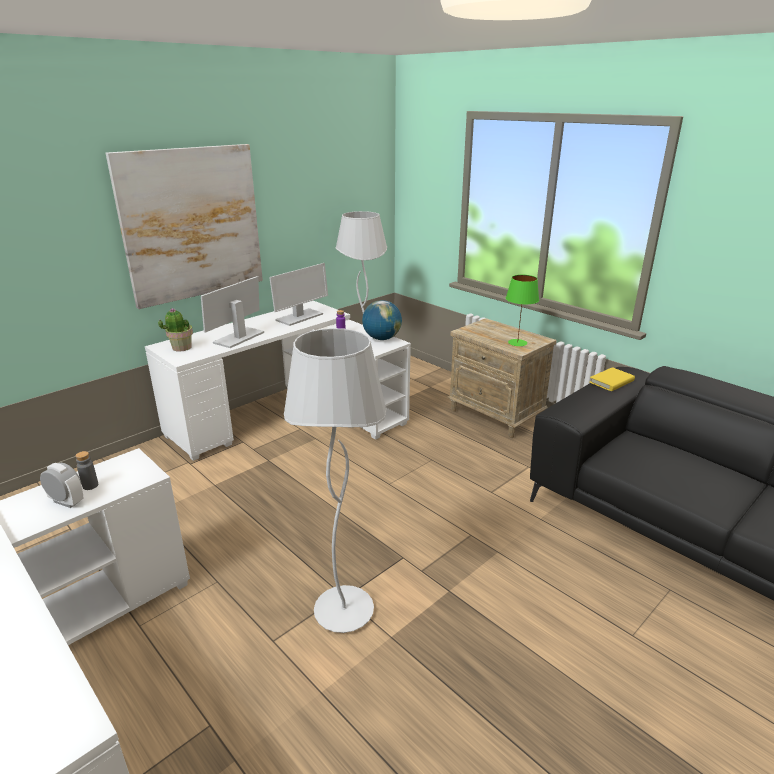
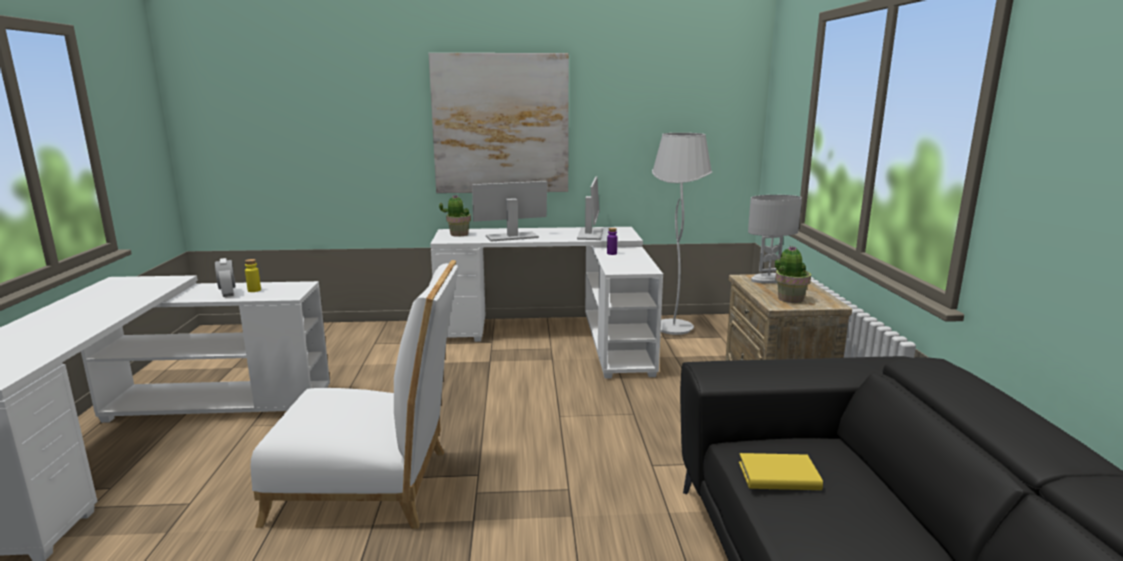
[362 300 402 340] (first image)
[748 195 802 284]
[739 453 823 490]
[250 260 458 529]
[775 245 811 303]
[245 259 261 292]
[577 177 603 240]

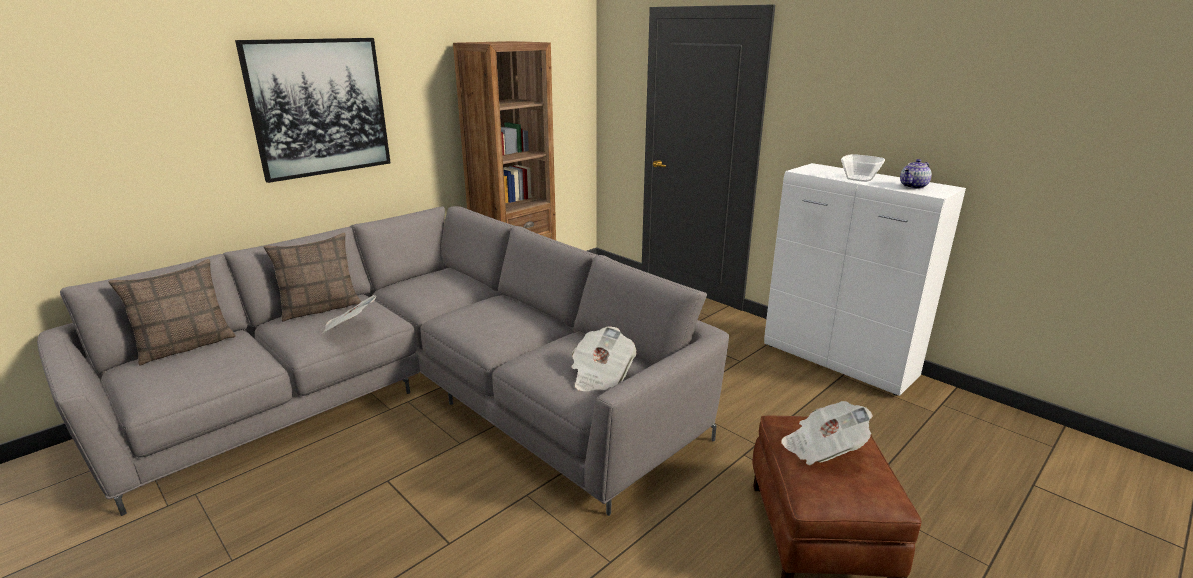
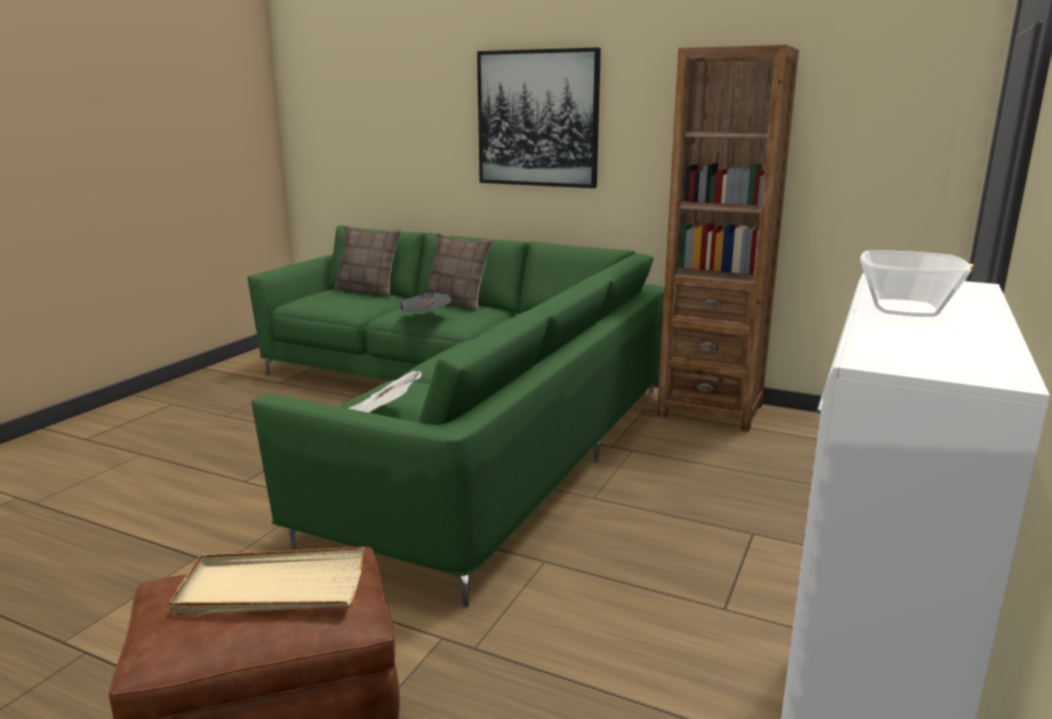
[900 159 932 189] (first image)
[169 547 364 615]
[247 226 664 608]

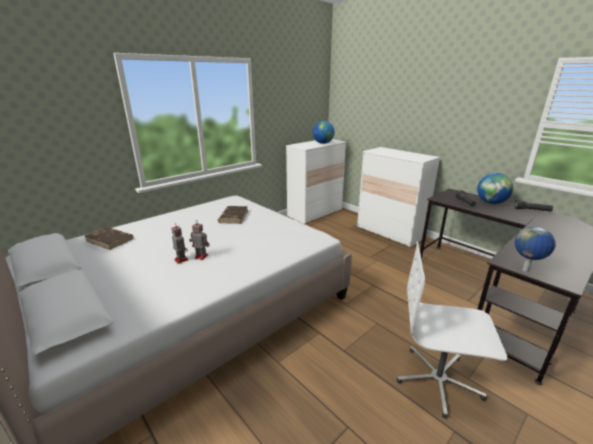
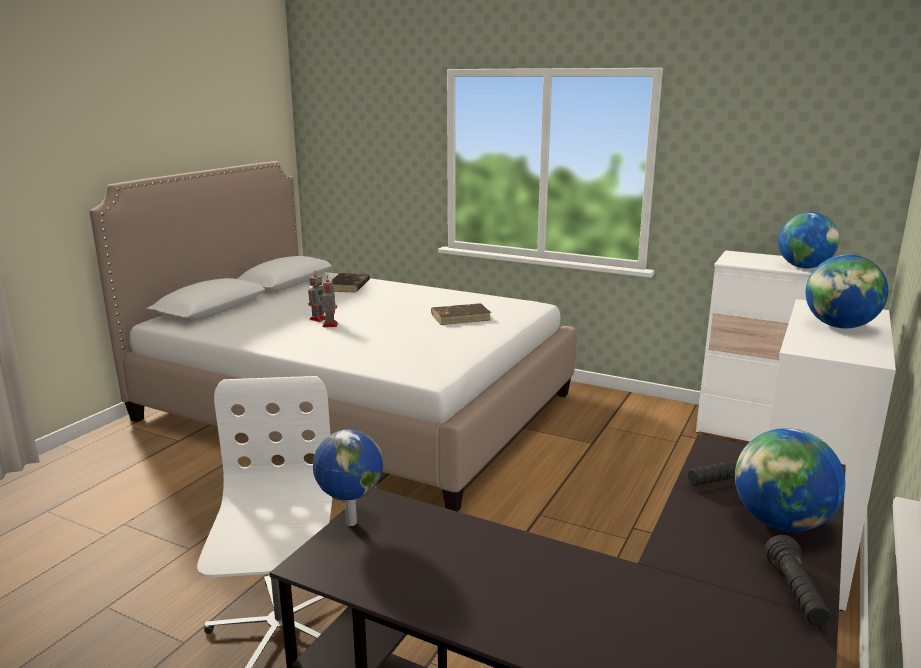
[806 255 888 328]

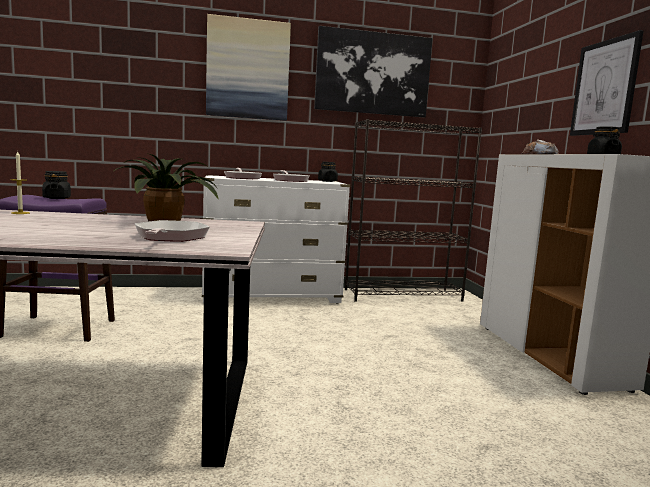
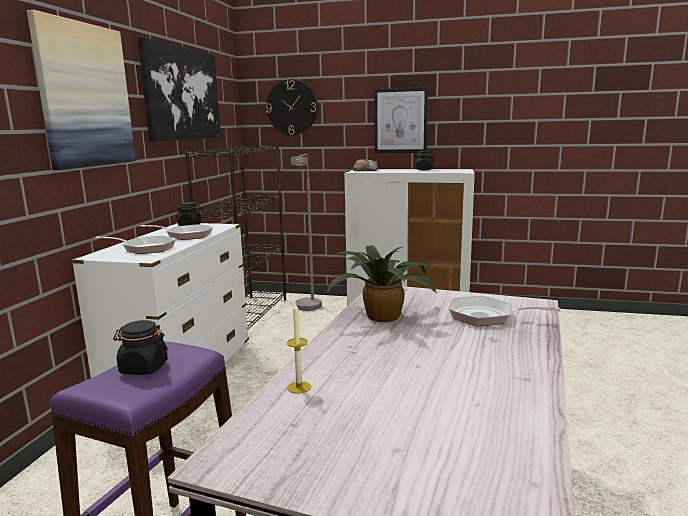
[266 79 318 135]
[291 154 322 311]

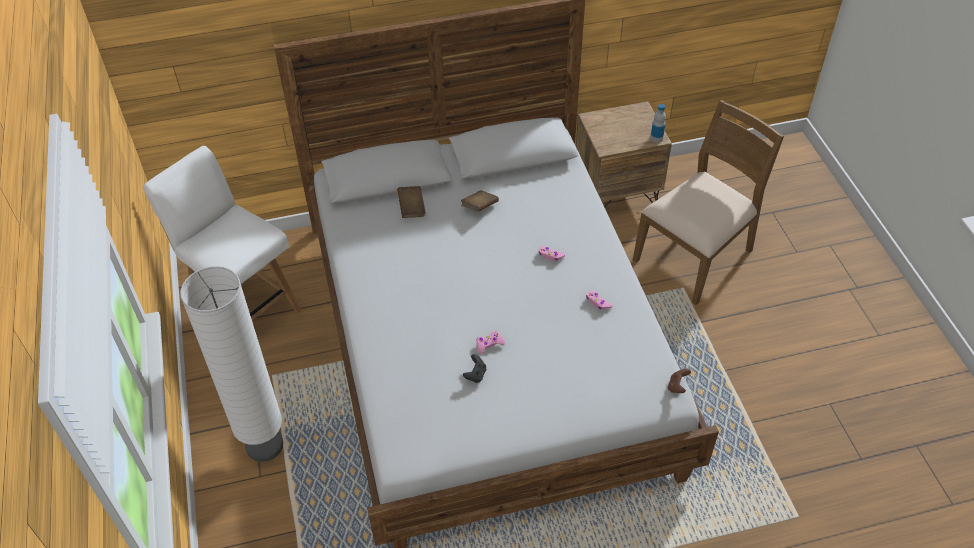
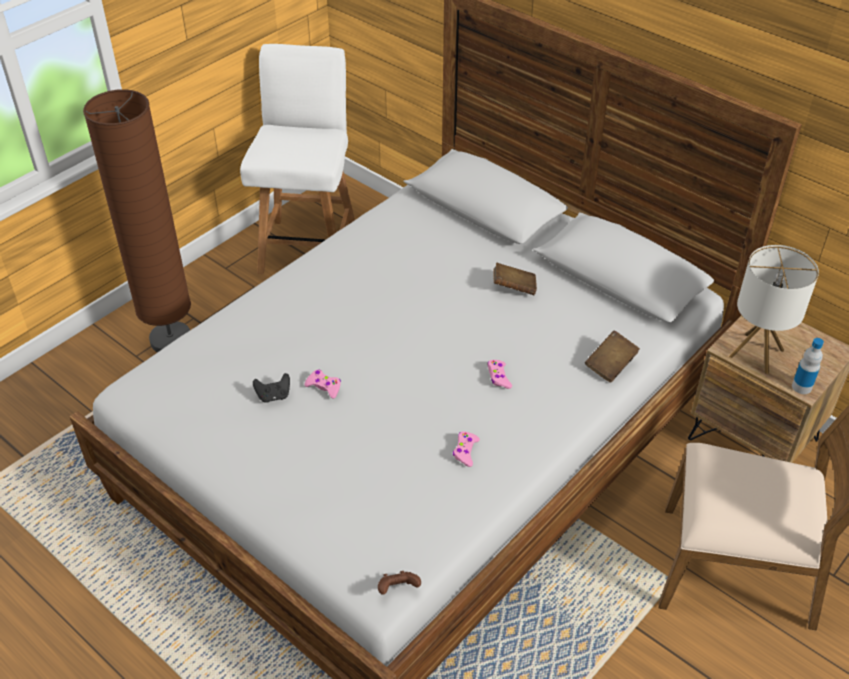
[729 245 819 374]
[585 331 640 383]
[83 89 191 353]

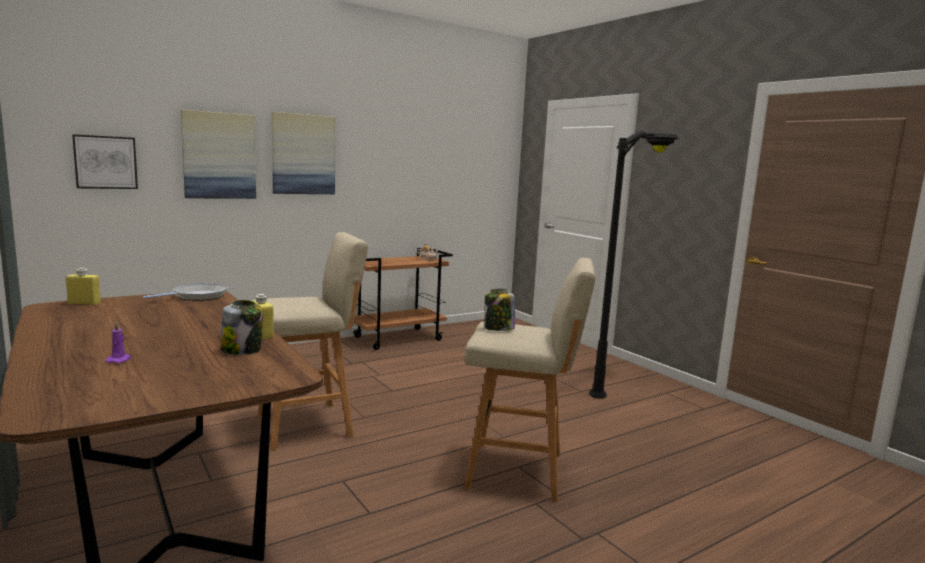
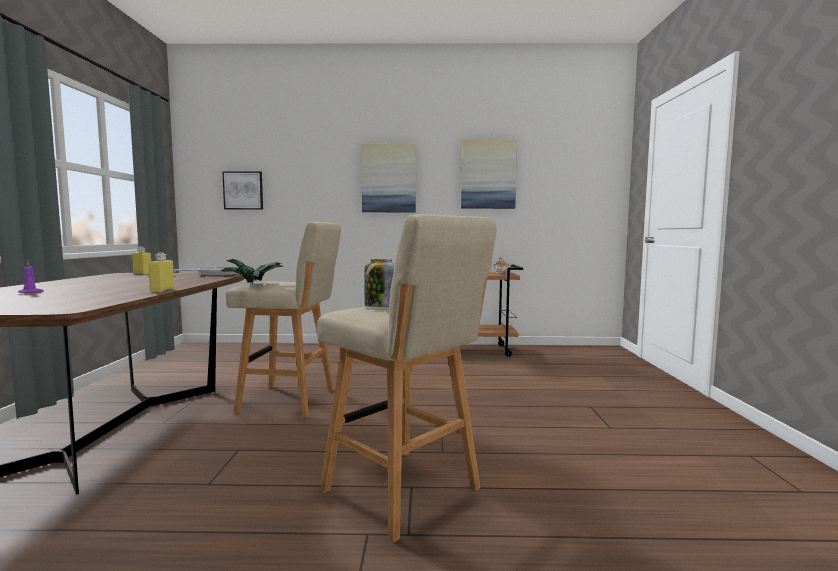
[221 300 263 355] (first image)
[589 131 679 398] (first image)
[221 259 284 283]
[461 139 517 209]

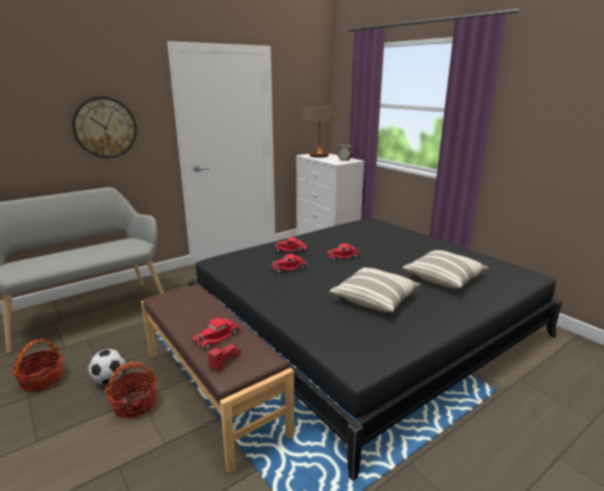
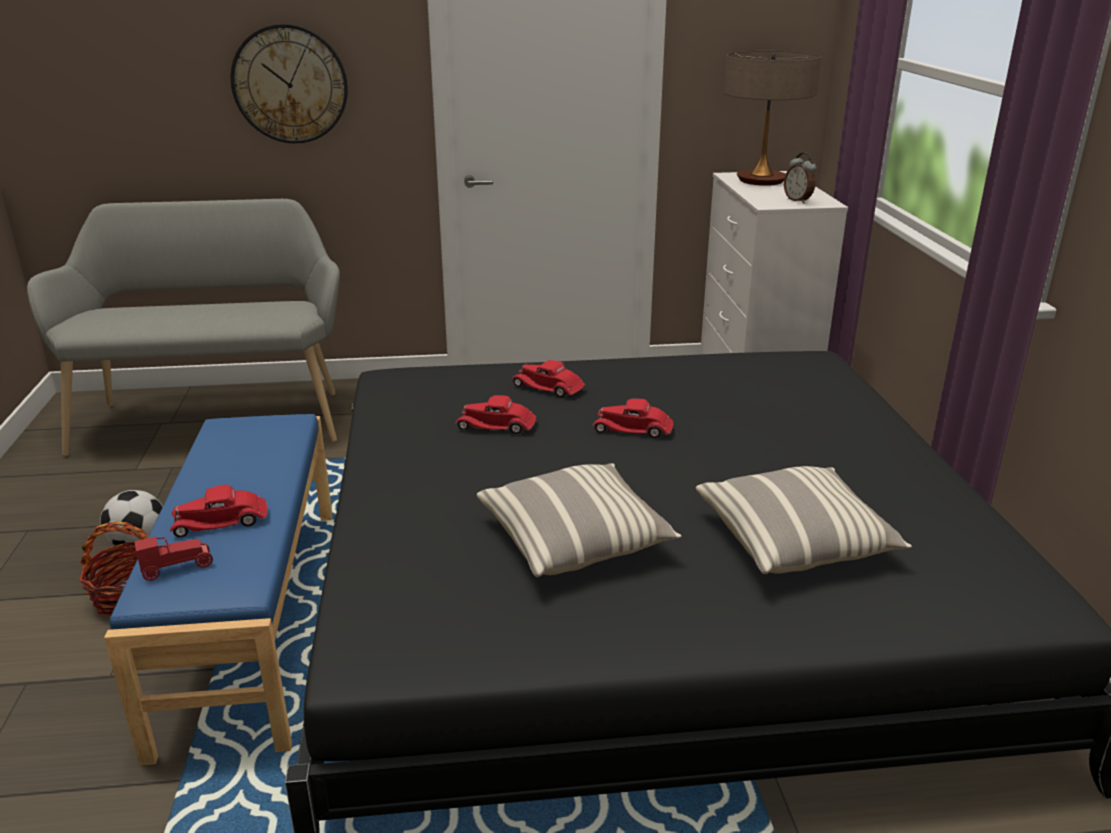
[11 338 63 392] (first image)
[104 414 333 766]

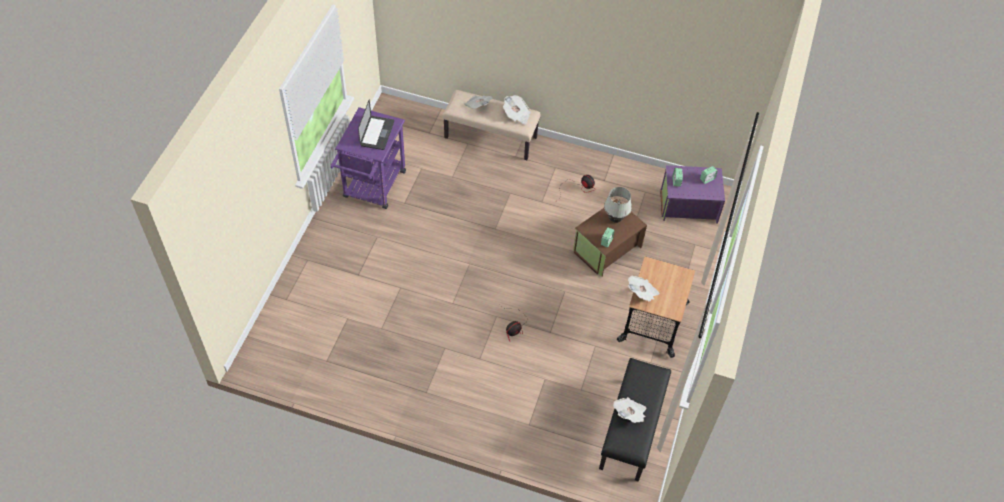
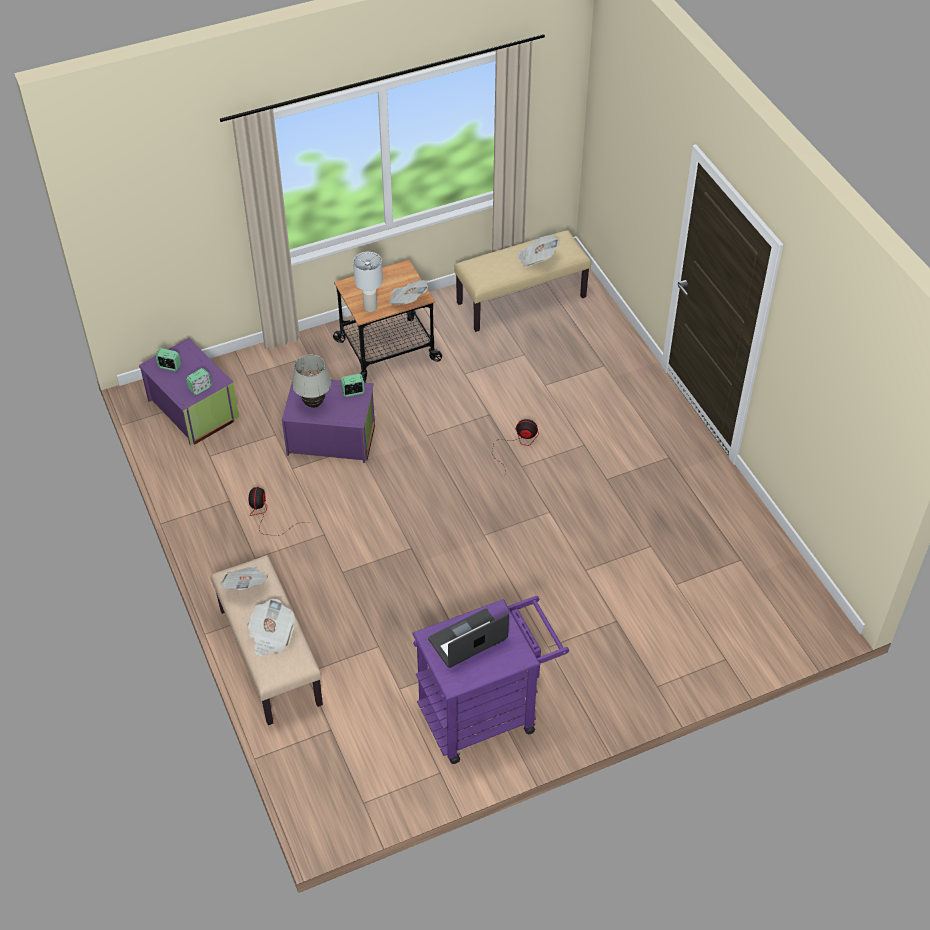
[353 252 383 312]
[282 380 375 463]
[454 230 591 332]

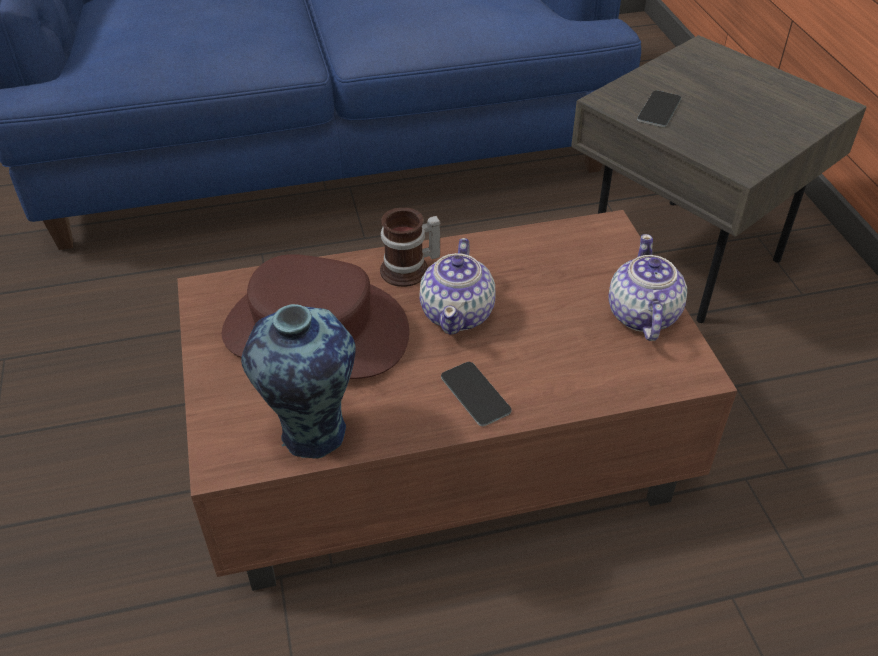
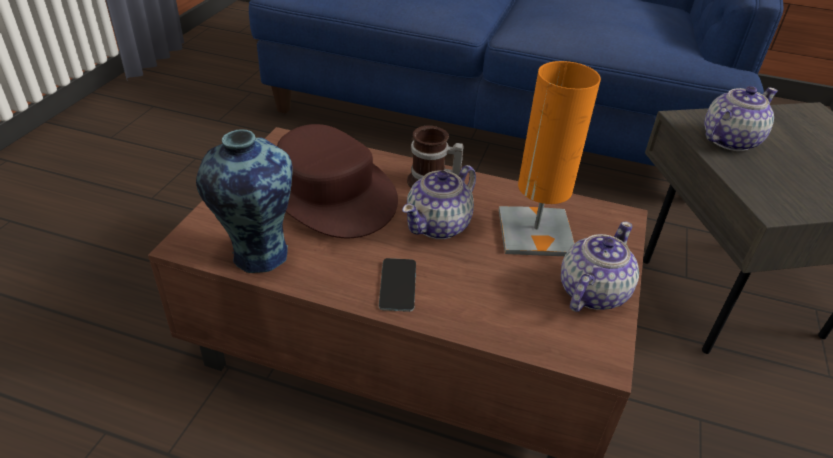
[499 61 601 256]
[704 86 778 151]

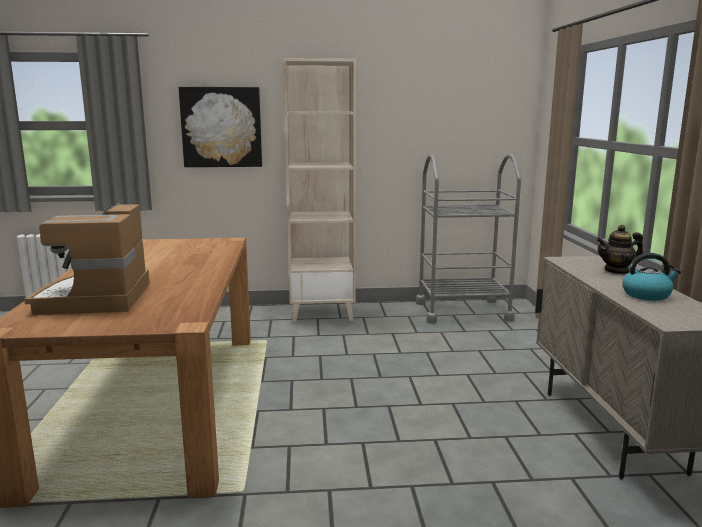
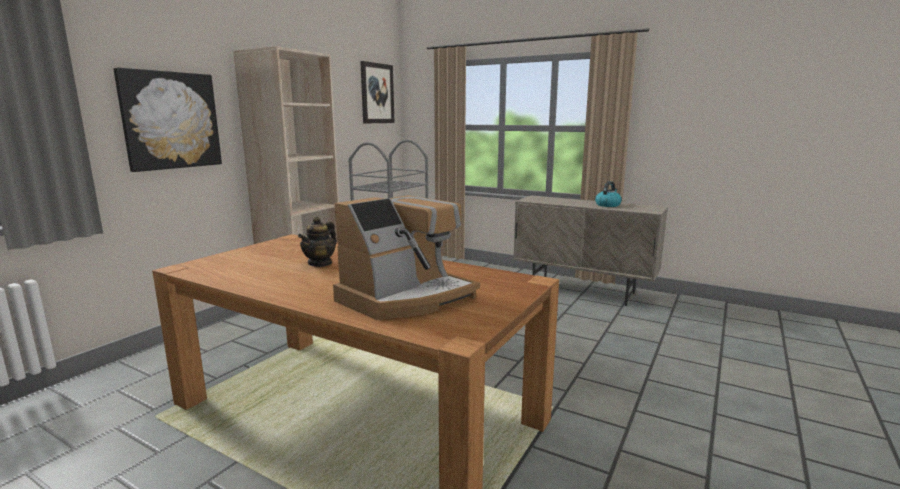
[360 61 395 123]
[298 217 337 267]
[333 195 480 320]

